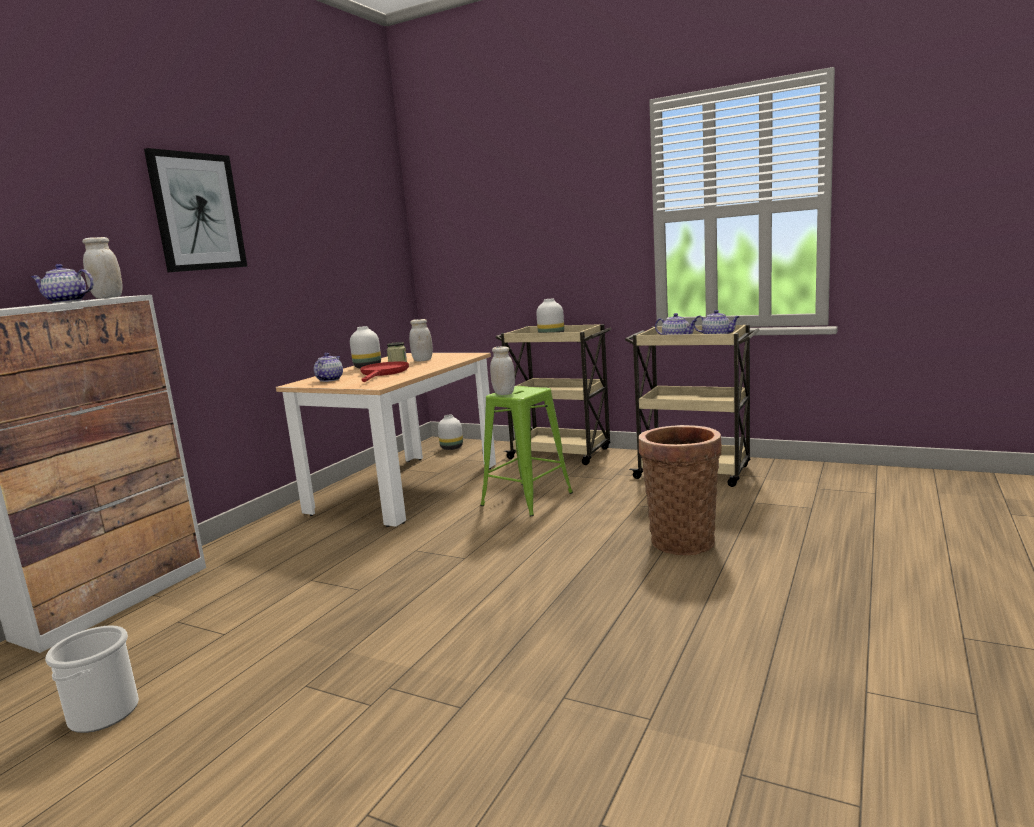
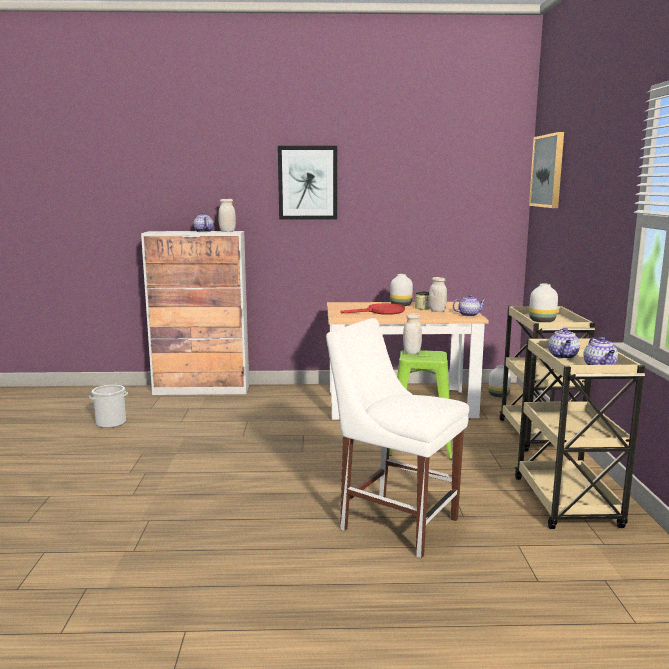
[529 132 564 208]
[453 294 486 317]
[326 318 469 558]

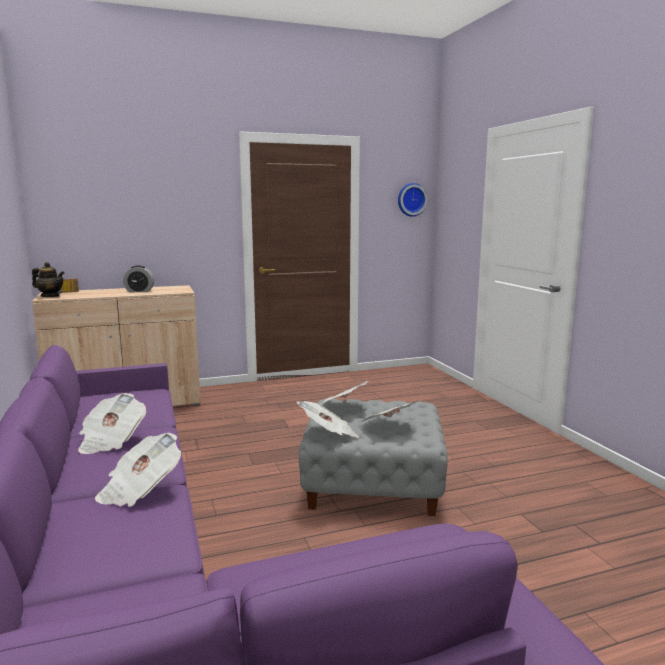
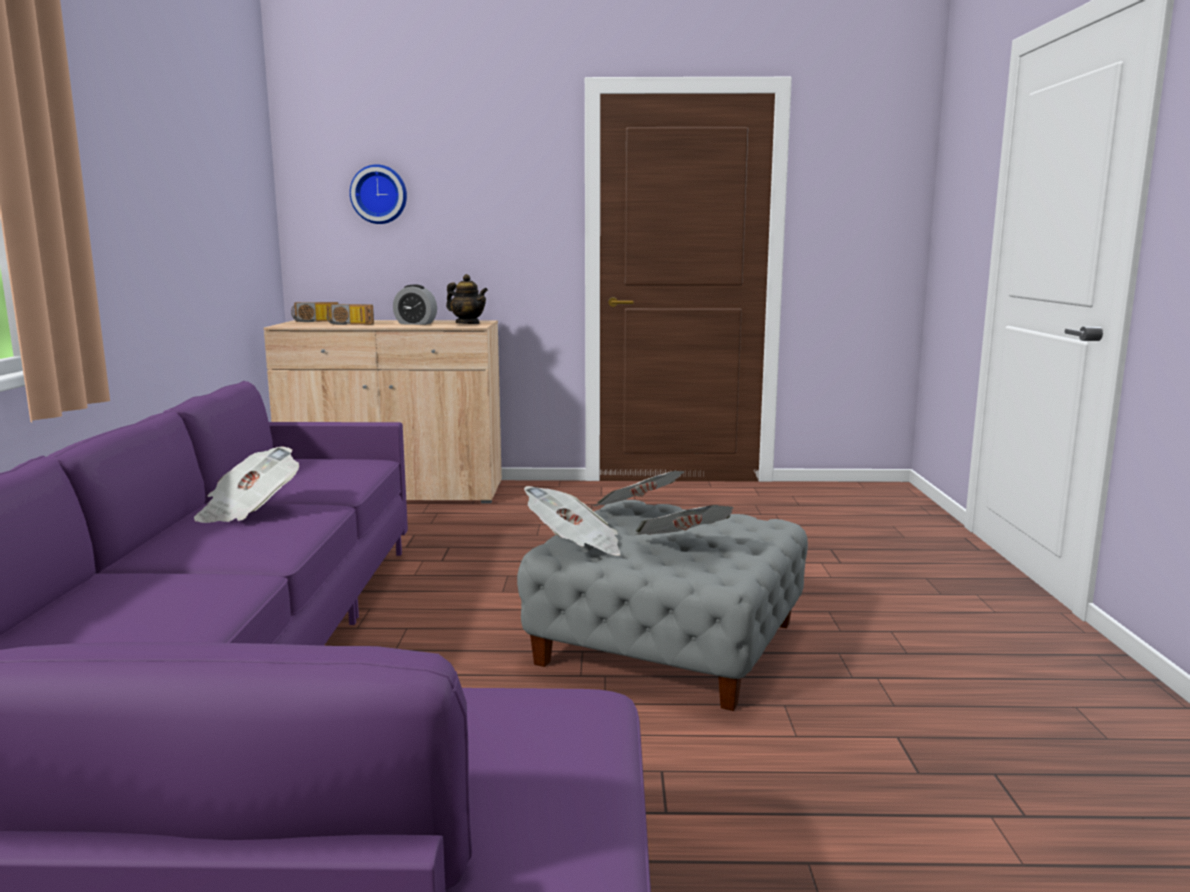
[95 433 181 507] (first image)
[327 304 374 325]
[446 274 488 324]
[350 164 407 224]

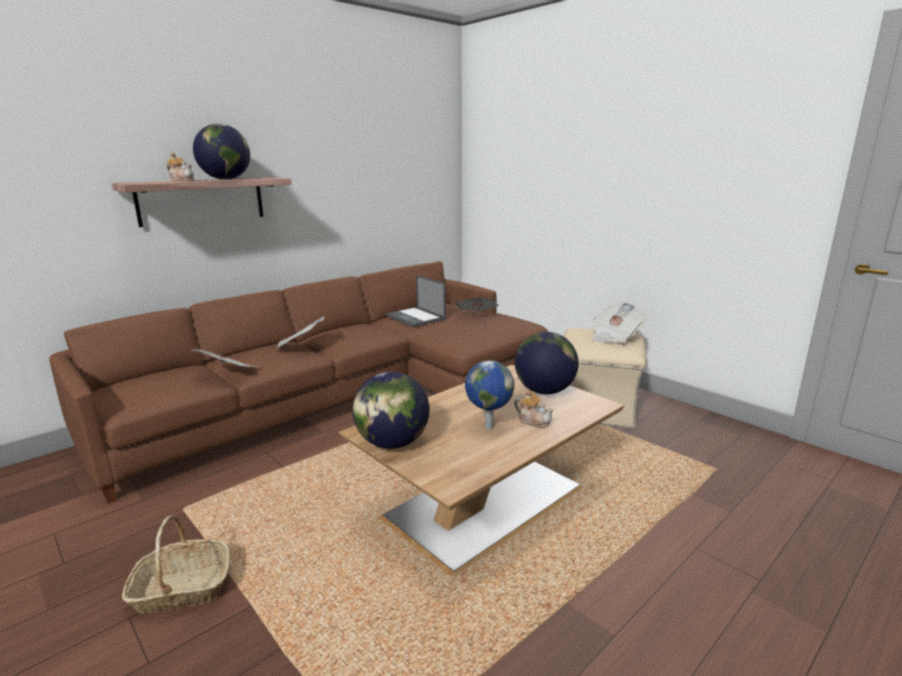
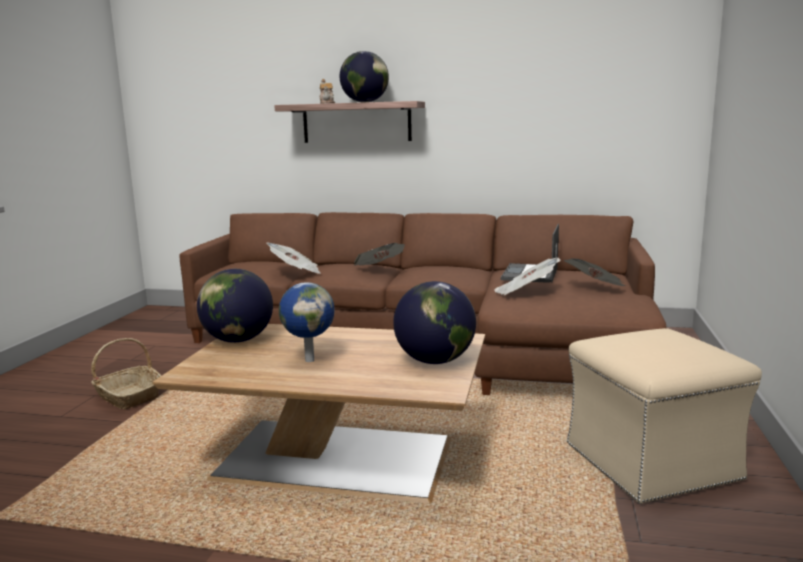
[514 390 554 428] (first image)
[494 258 560 296]

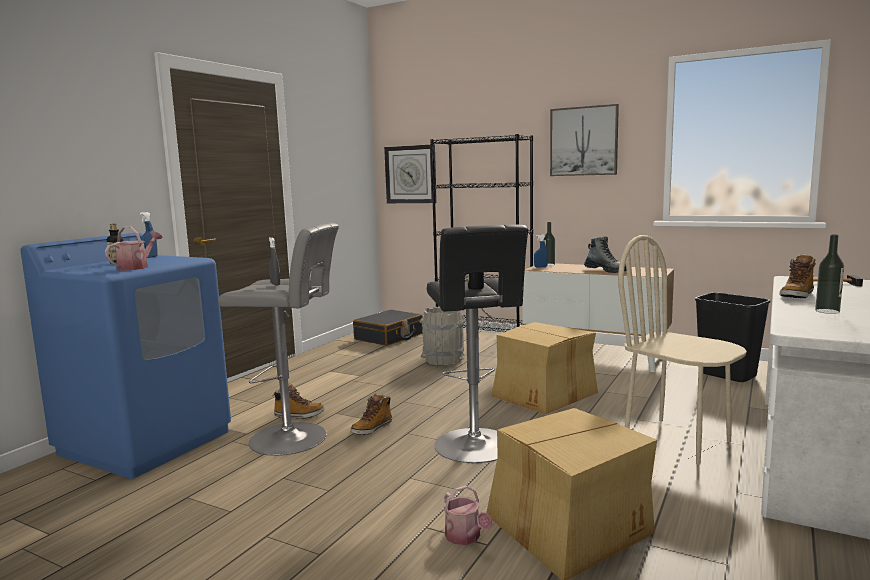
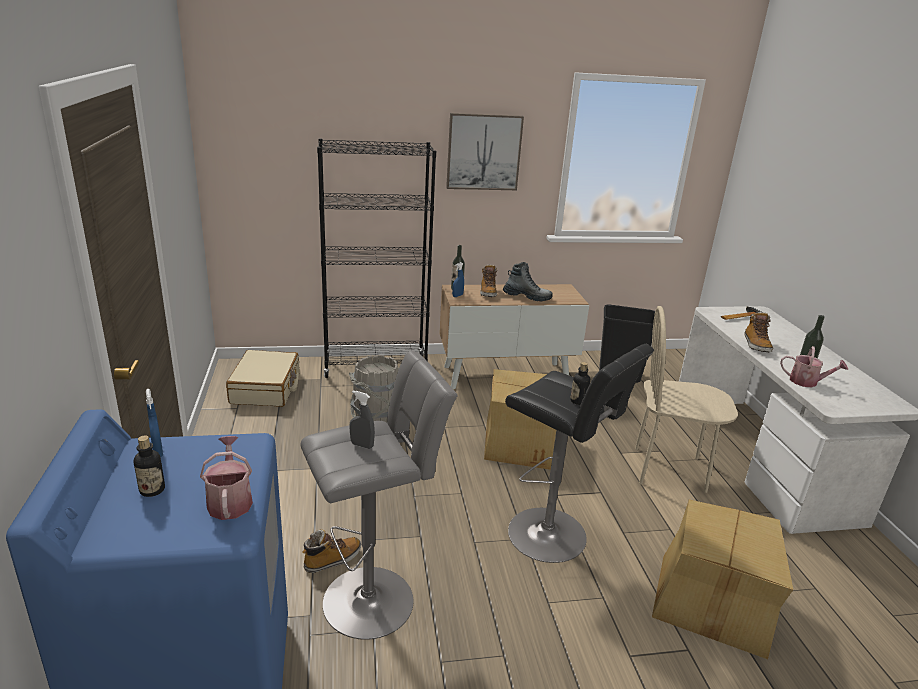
[384 144 437 203] (first image)
[480 264 497 297]
[780 346 848 388]
[226 350 299 407]

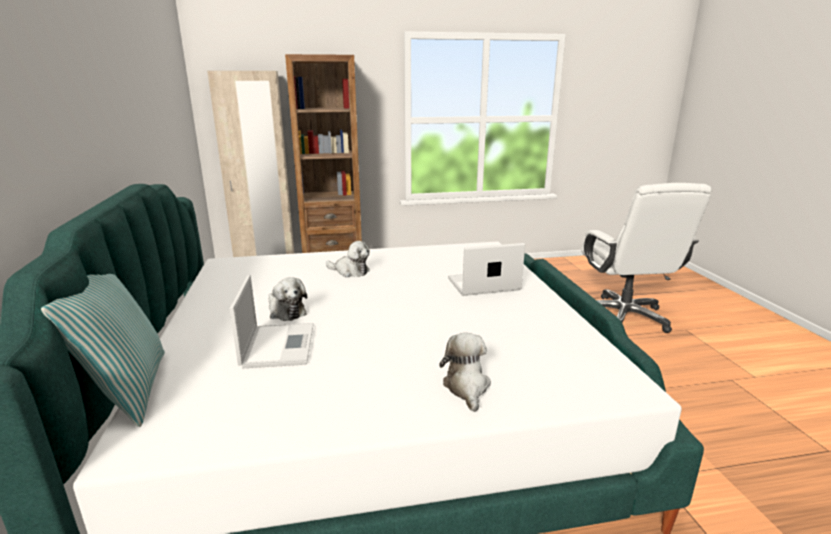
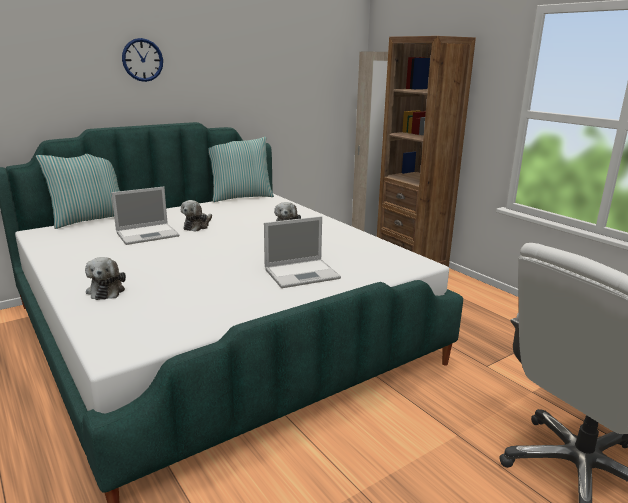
[122 38 163 82]
[208 137 274 202]
[85 257 126 300]
[264 216 341 288]

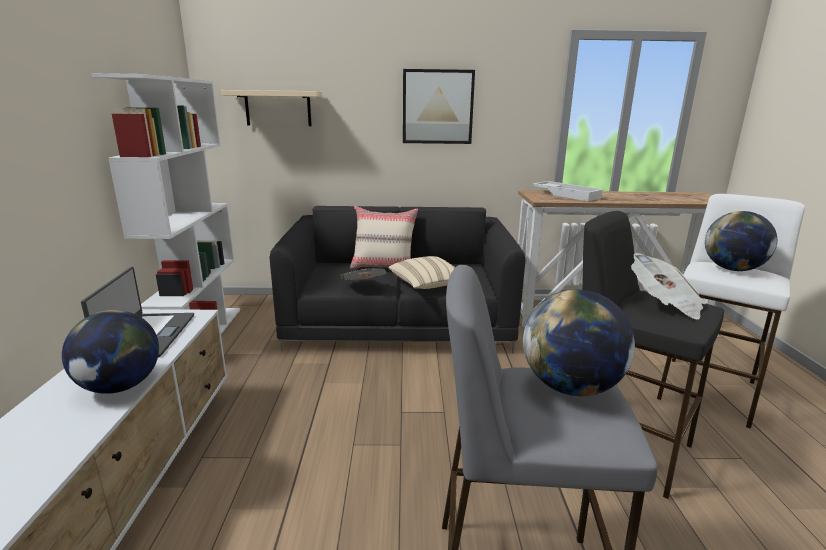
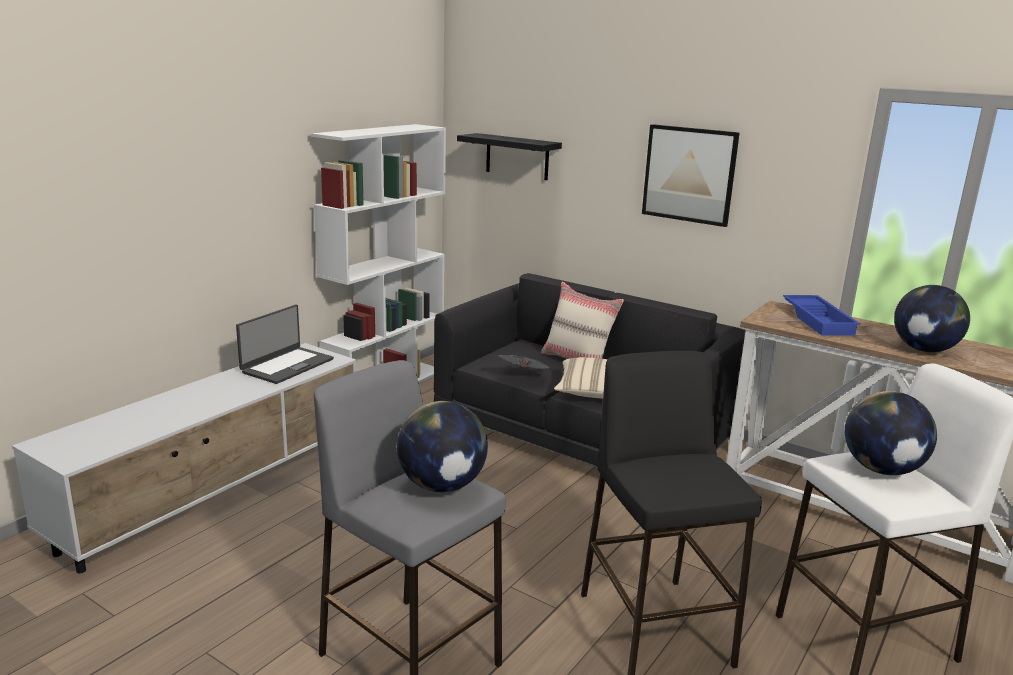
[631 253 706 320] (first image)
[894 285 970 352]
[457 133 562 180]
[783 295 861 336]

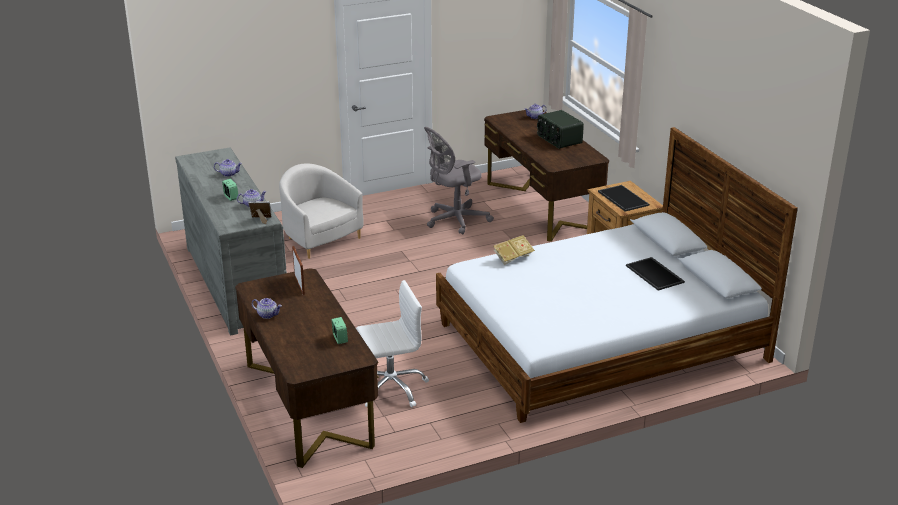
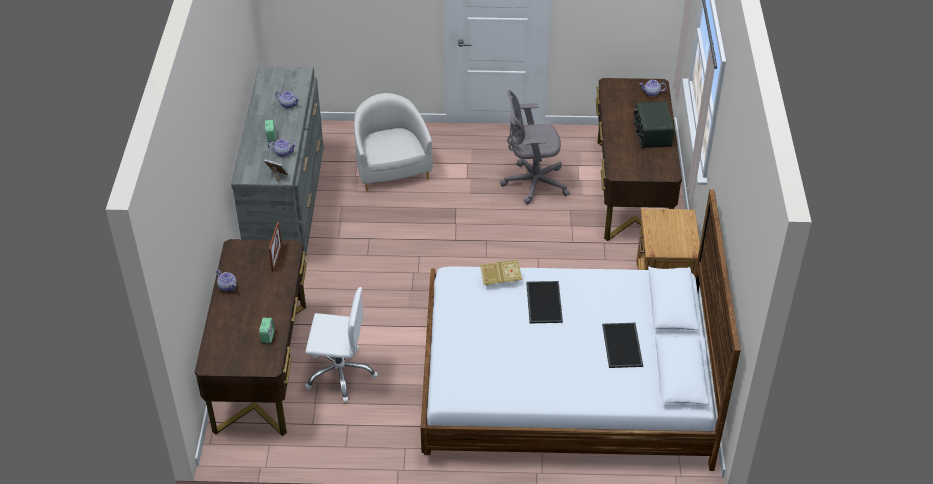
[526 281 563 323]

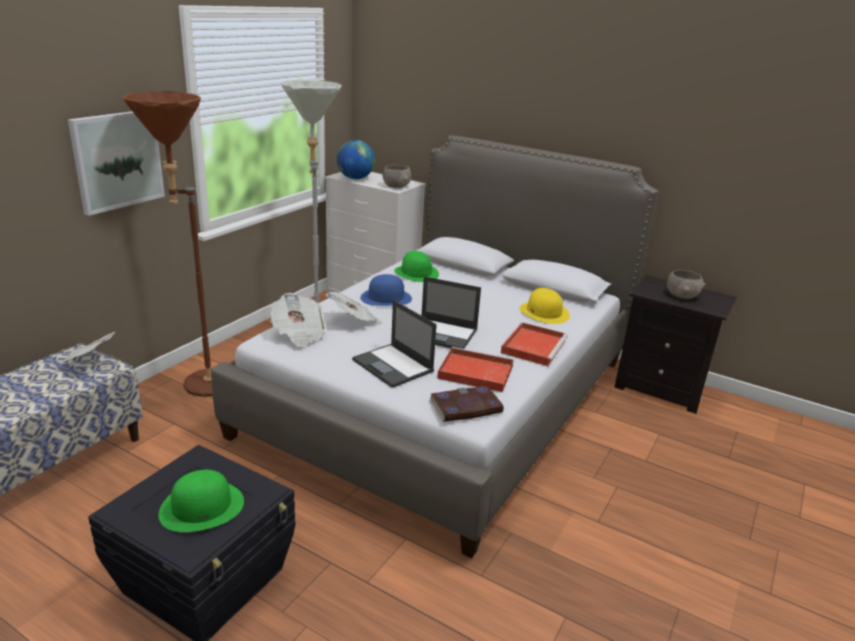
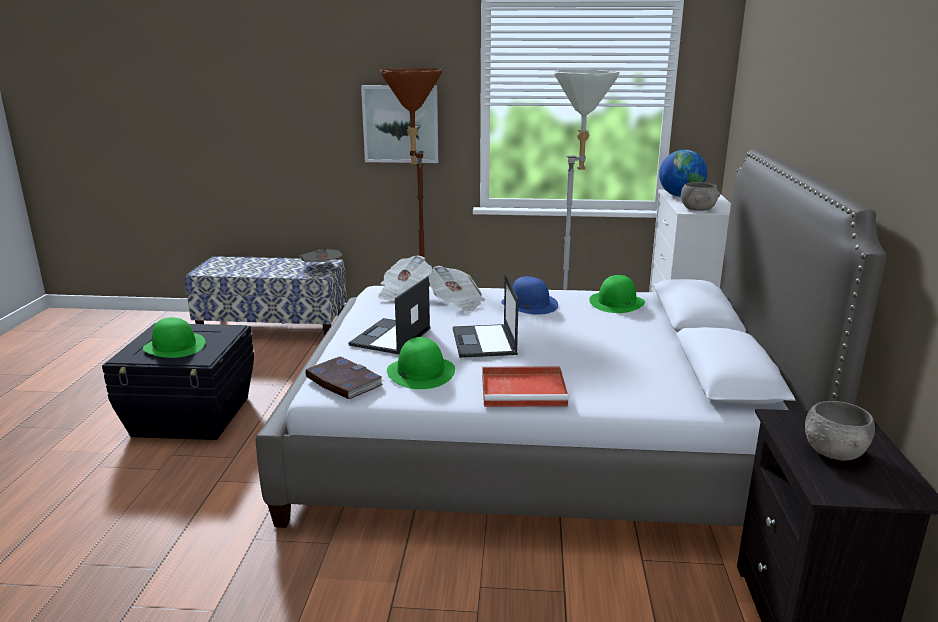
[519 288 570 324] (first image)
[387 337 455 389]

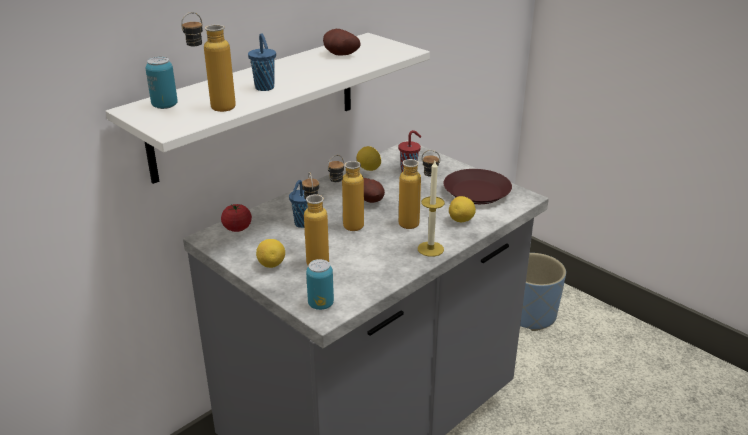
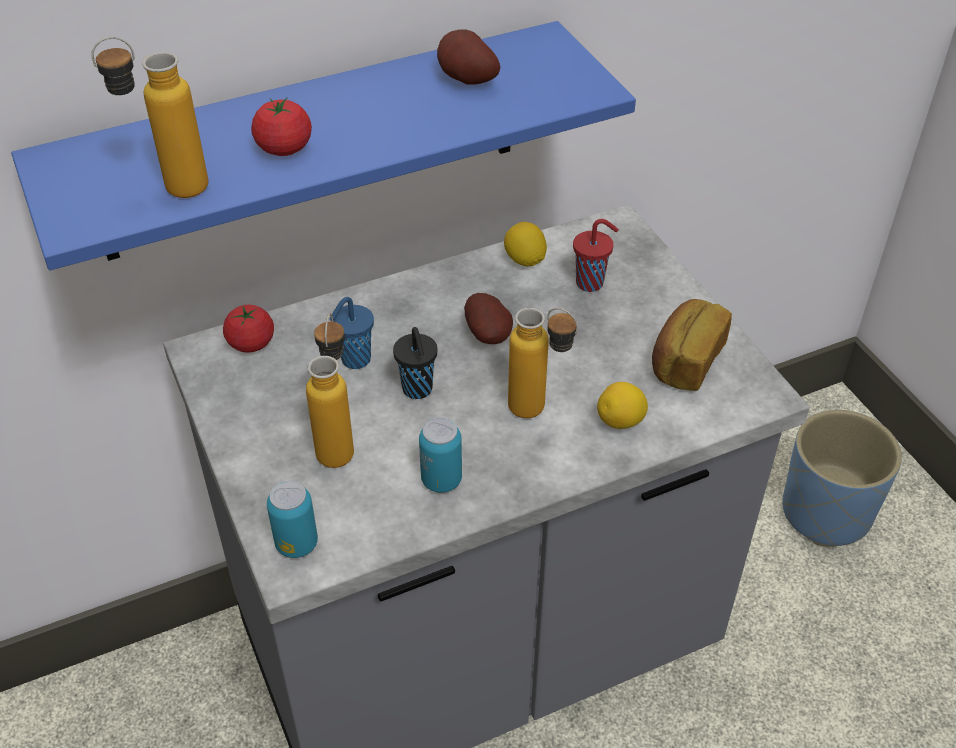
[256 239 285 268] (first image)
[418 161 445 257] (first image)
[419 417 462 493]
[251 97 312 156]
[393 327 437 399]
[652 299 732 391]
[11 21 636 270]

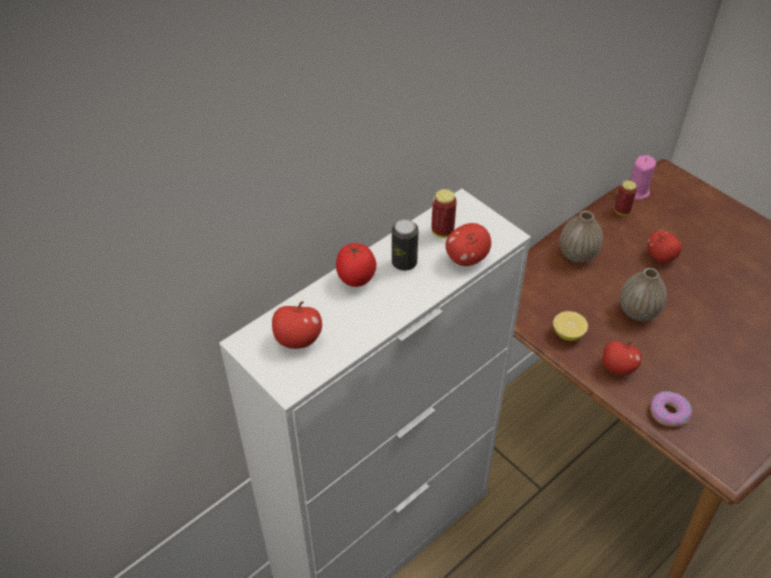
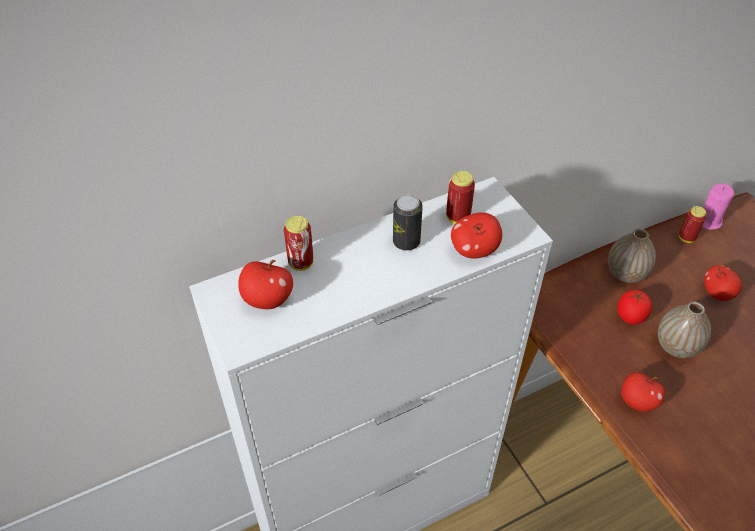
[553 311 588 341] (first image)
[650 391 692 427] (first image)
[284 216 313 271]
[617 290 652 325]

